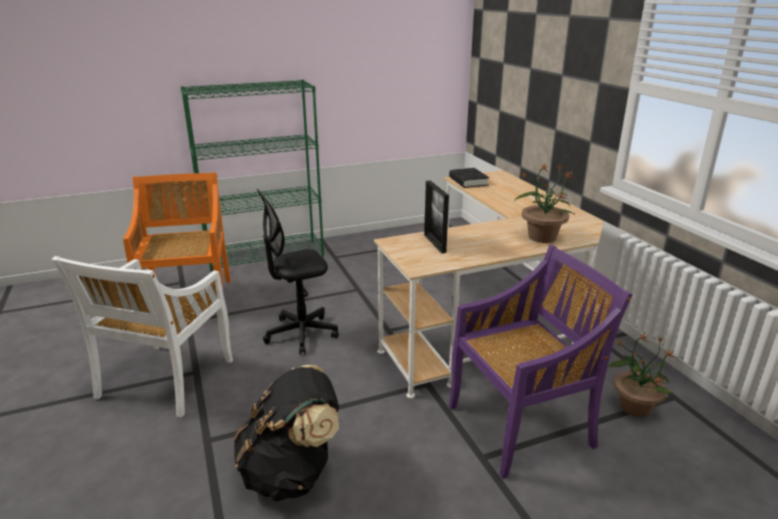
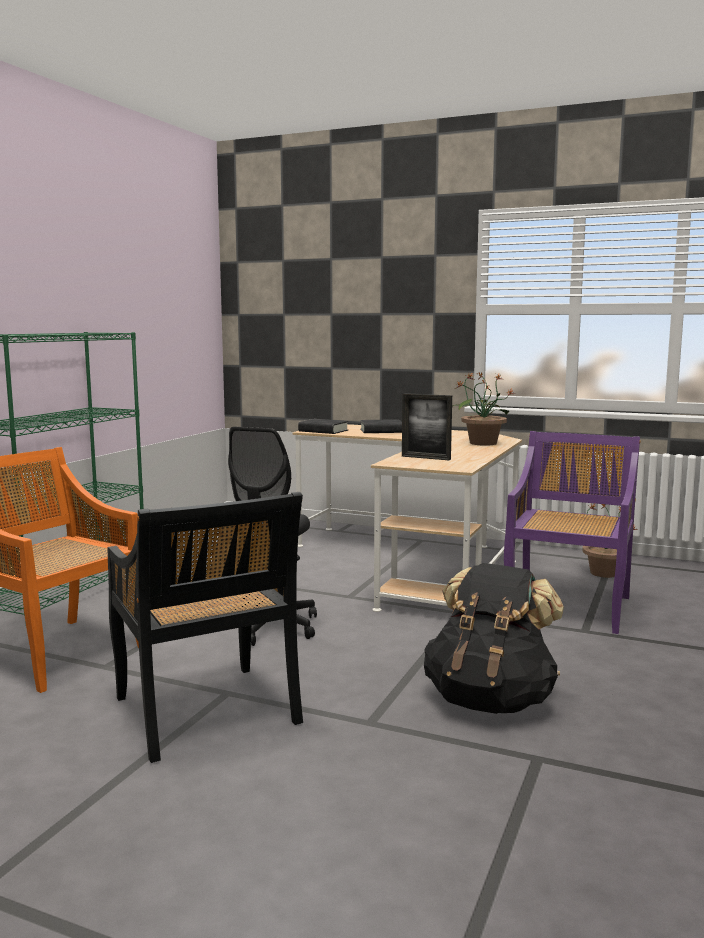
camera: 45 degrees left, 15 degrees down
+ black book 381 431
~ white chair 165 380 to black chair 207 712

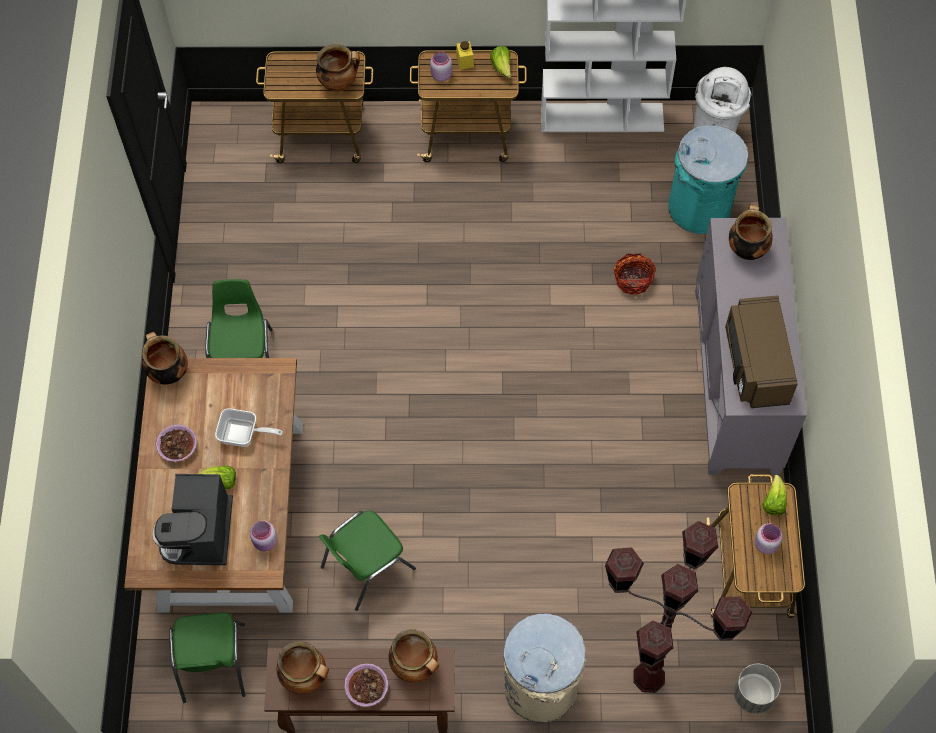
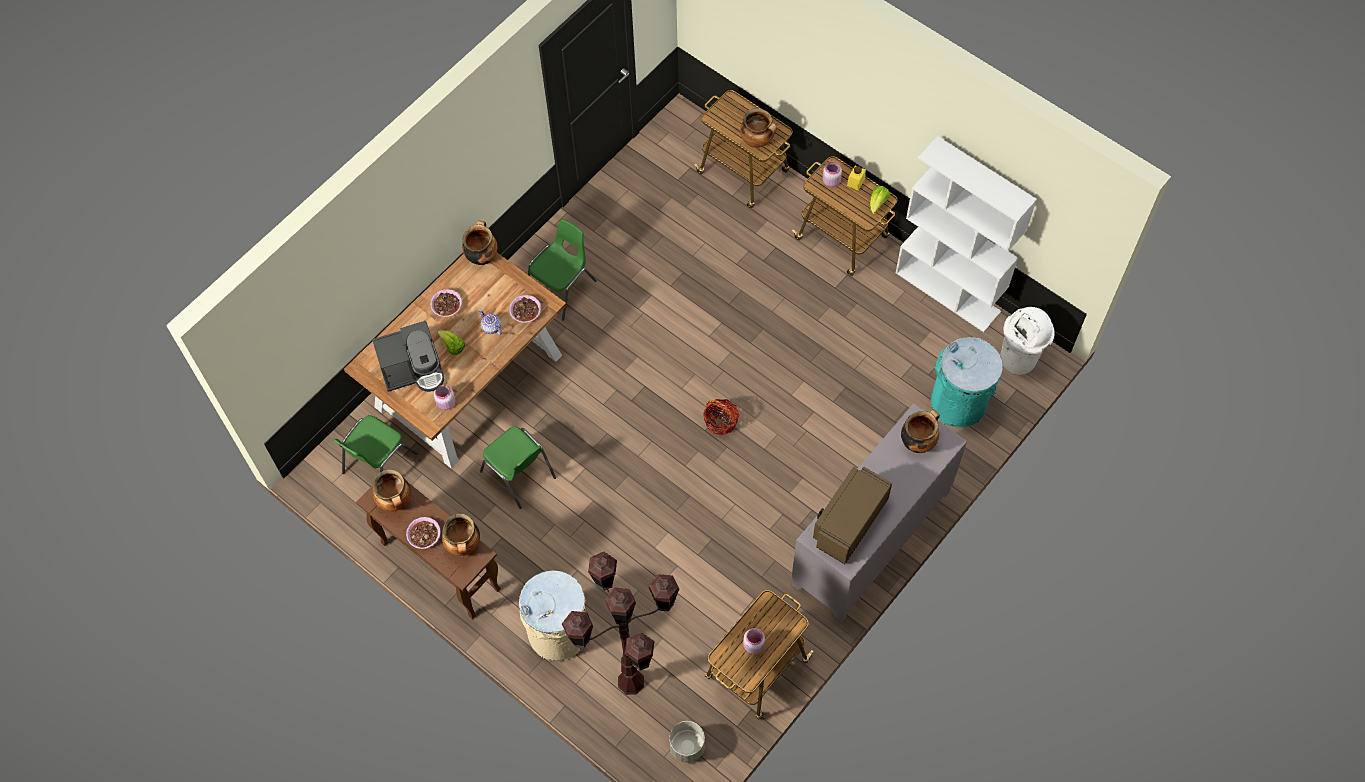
camera: 40 degrees right, 0 degrees up
- lettuce 773 502
+ bowl 525 312
~ basket 633 280 to 721 421
~ frying pan 243 435 to teapot 491 328
~ coffee machine 201 534 = 414 370 150 degrees counterclockwise
~ green chair 366 567 = 519 475 135 degrees counterclockwise

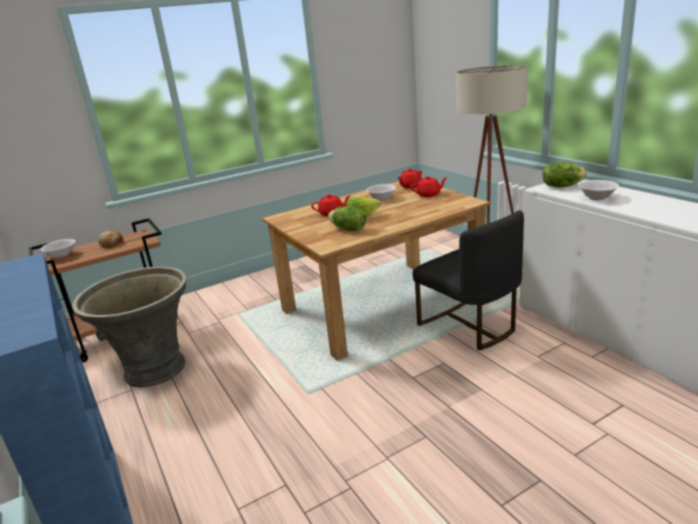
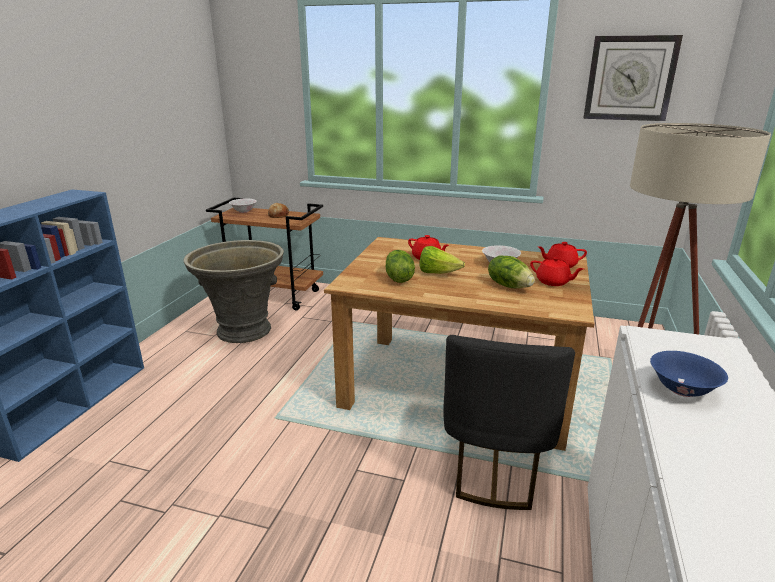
camera: 45 degrees right, 0 degrees up
+ wall clock 630 78
~ lettuce 562 186 to 509 285
~ white bowl 597 198 to blue bowl 682 389

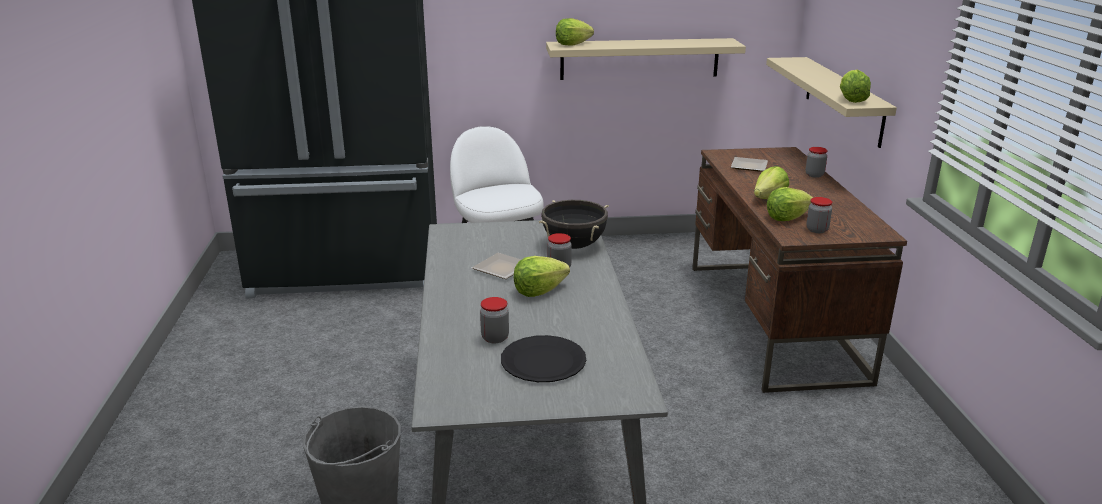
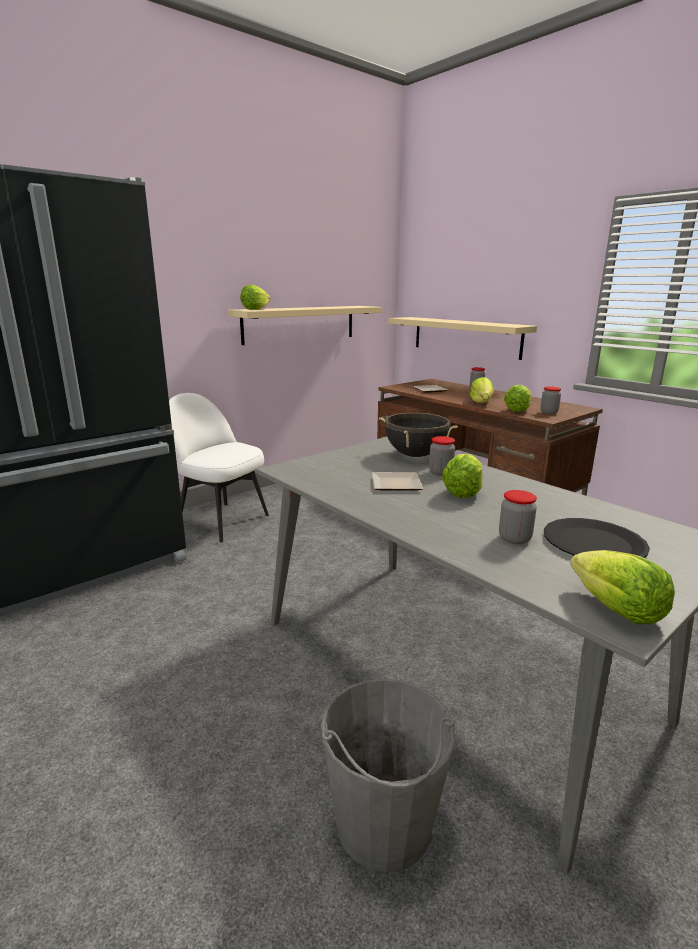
camera: 35 degrees left, 5 degrees down
~ lettuce 851 99 to 616 609

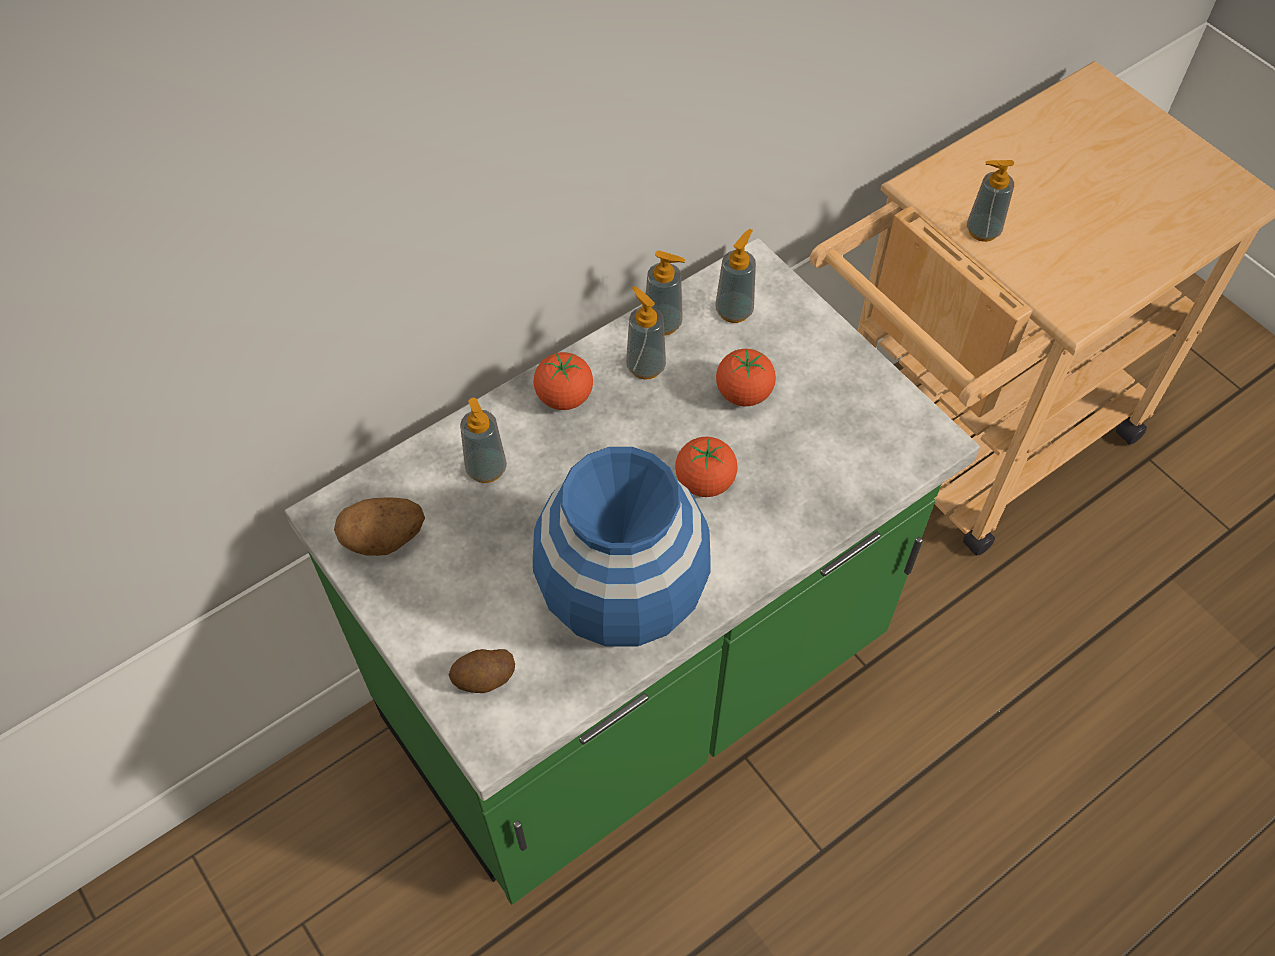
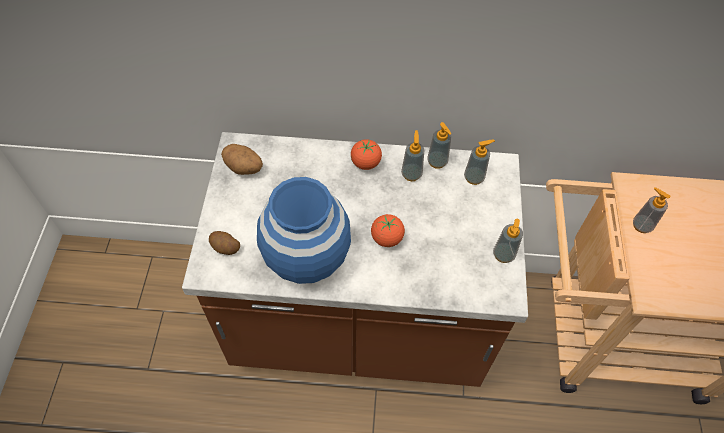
camera: 40 degrees right, 0 degrees up
- tomato 743 393
~ soap dispenser 486 469 to 503 255
~ green counter 637 689 to brown counter 358 326

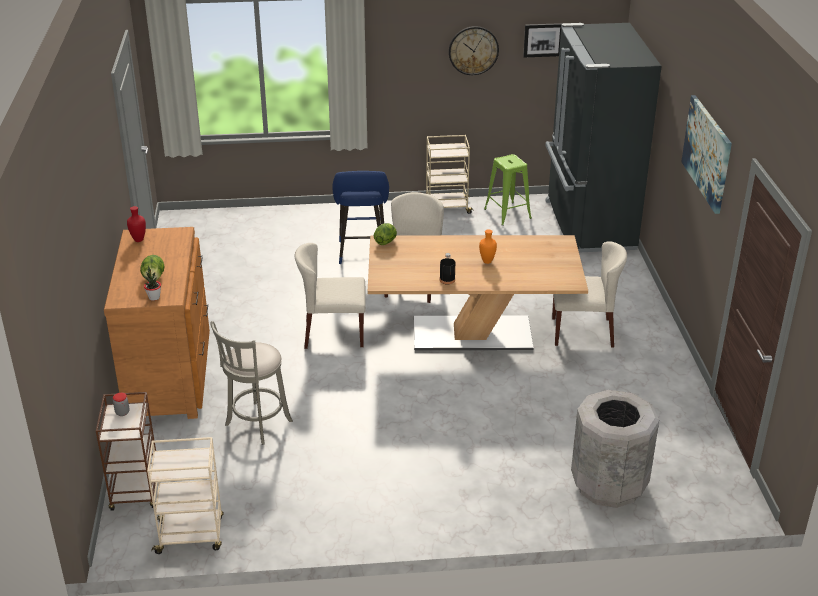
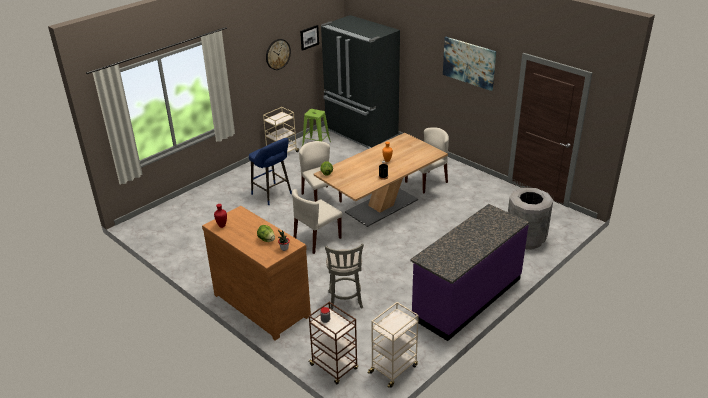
camera: 40 degrees left, 0 degrees up
+ purple counter 466 298

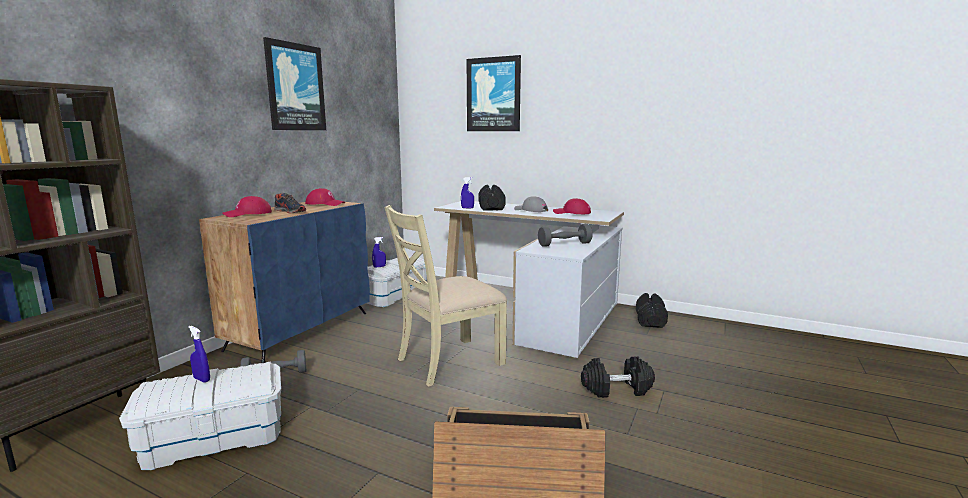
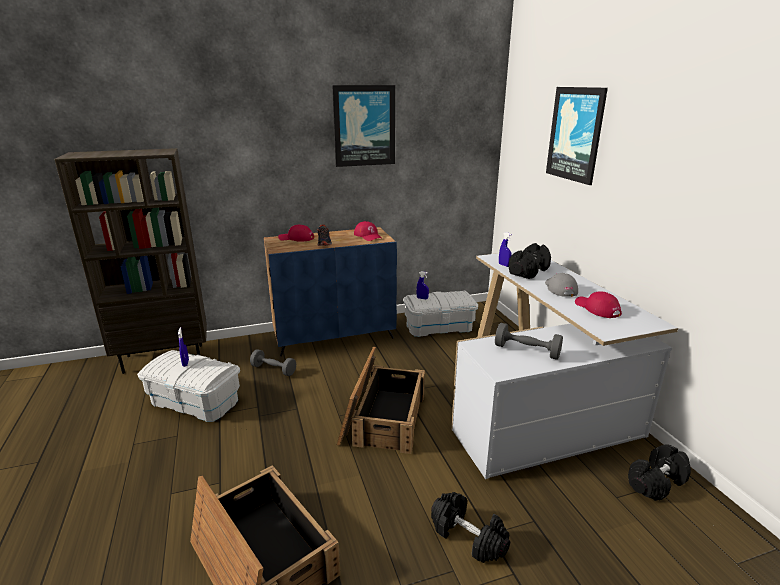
camera: 45 degrees right, 10 degrees up
~ beige chair 449 361 to crate 382 417

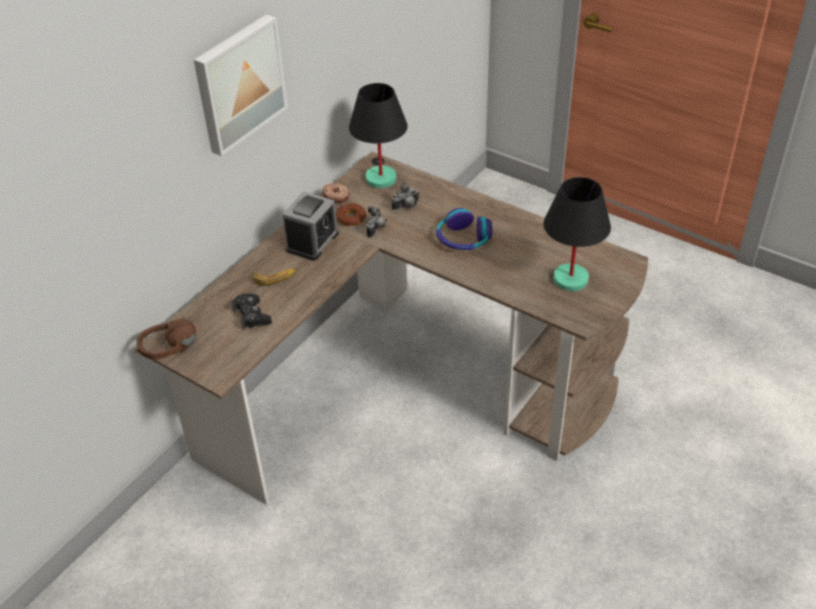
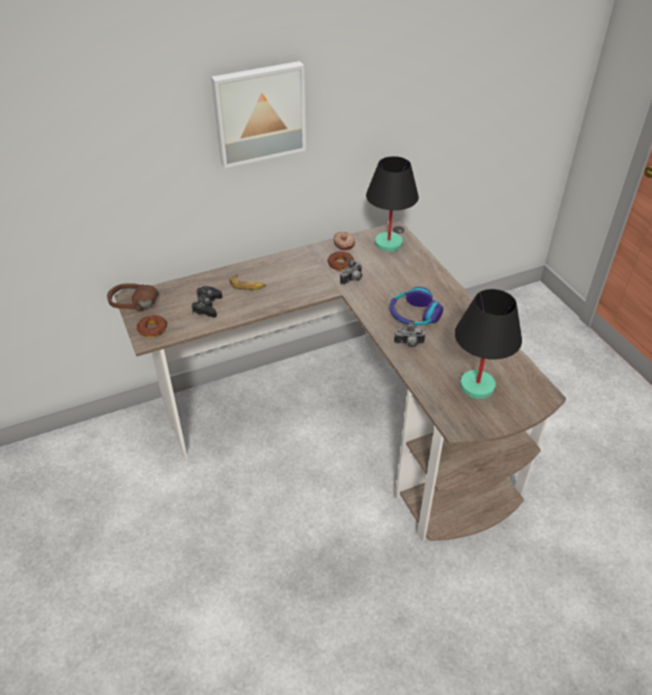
camera: 30 degrees right, 0 degrees up
- alarm clock 312 241
+ donut 152 329
~ photo camera 406 207 to 409 344

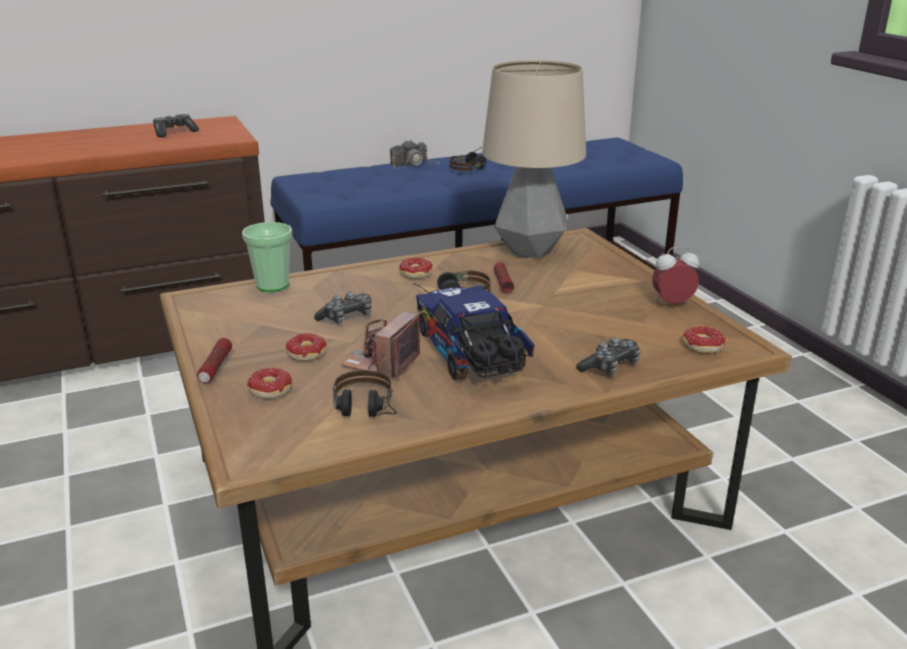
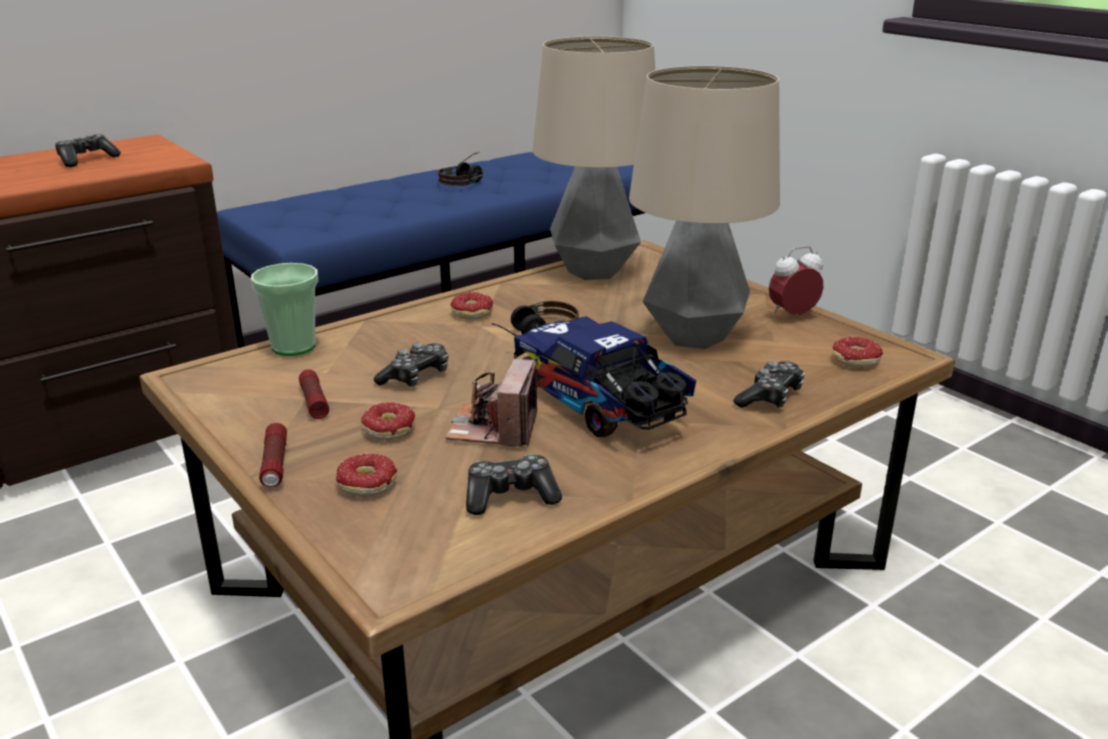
camera: 15 degrees left, 0 degrees up
- photo camera 415 164
+ table lamp 693 337
~ flashlight 503 283 to 314 402
~ headphones 365 413 to game controller 510 496

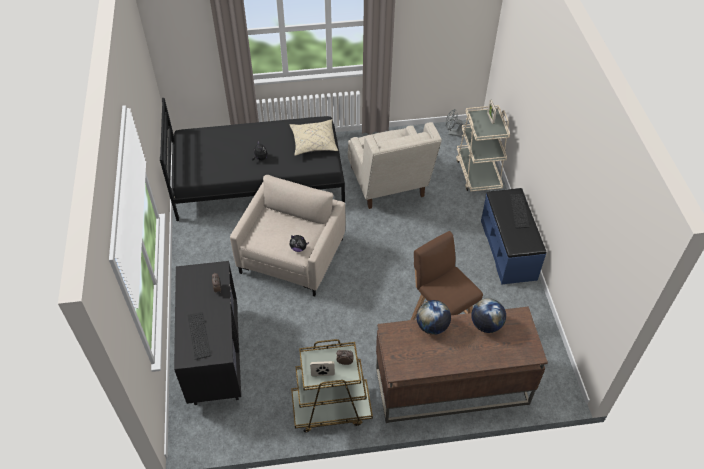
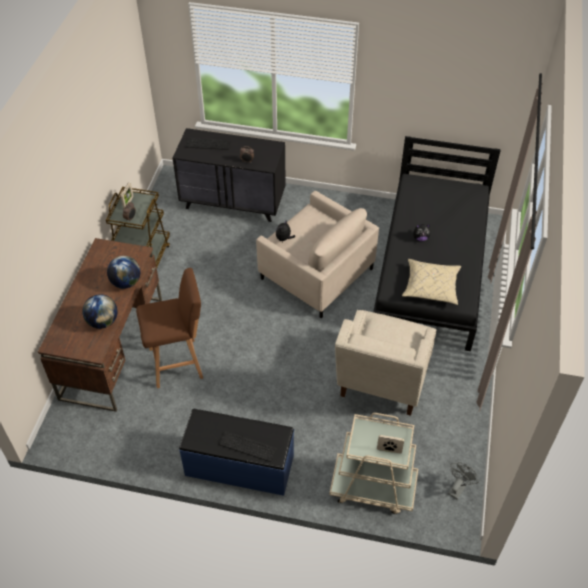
camera: 110 degrees right, 0 degrees up
~ beige armchair 389 186 = 382 383 75 degrees counterclockwise

